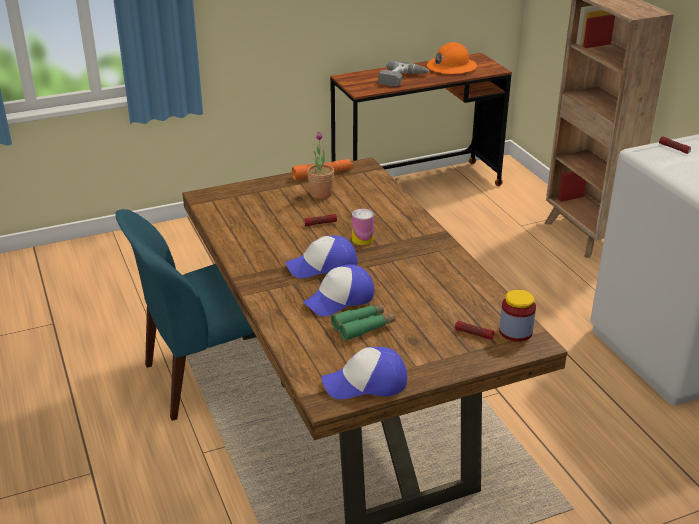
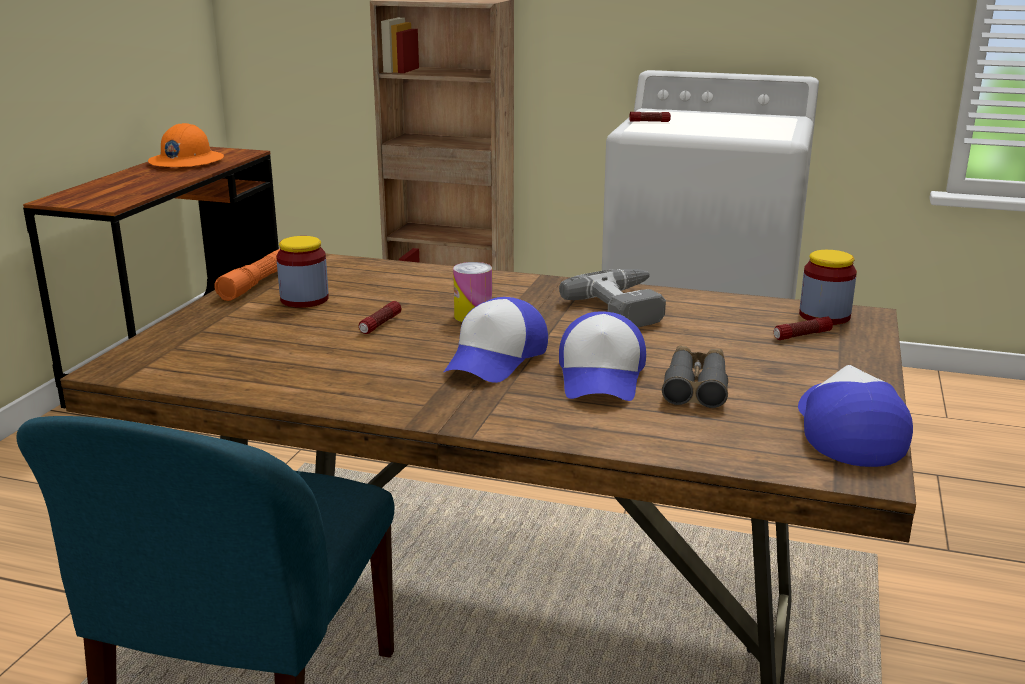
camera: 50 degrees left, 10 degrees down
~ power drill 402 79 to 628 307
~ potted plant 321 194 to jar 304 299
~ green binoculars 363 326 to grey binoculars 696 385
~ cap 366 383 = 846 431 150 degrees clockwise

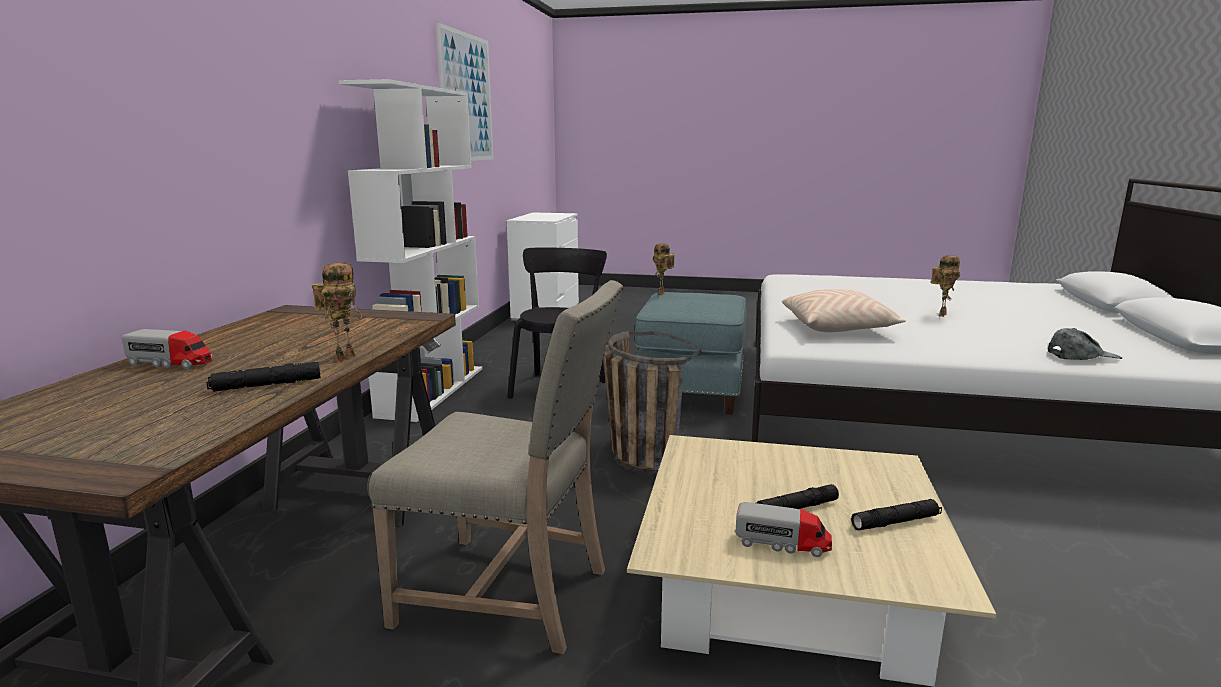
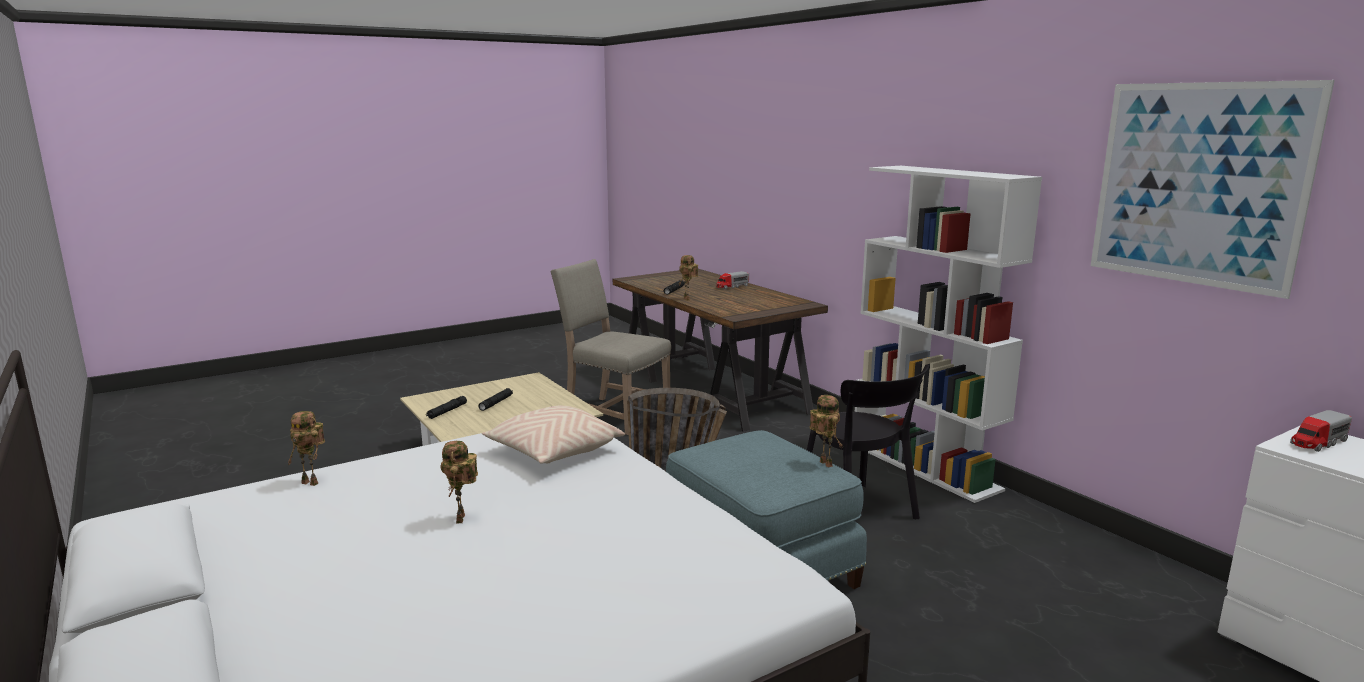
camera: 135 degrees right, 0 degrees up
~ toy truck 782 544 to 1318 442
~ grey cap 1082 356 to toy robot 312 482
~ beige chair 510 594 = 613 414 60 degrees clockwise

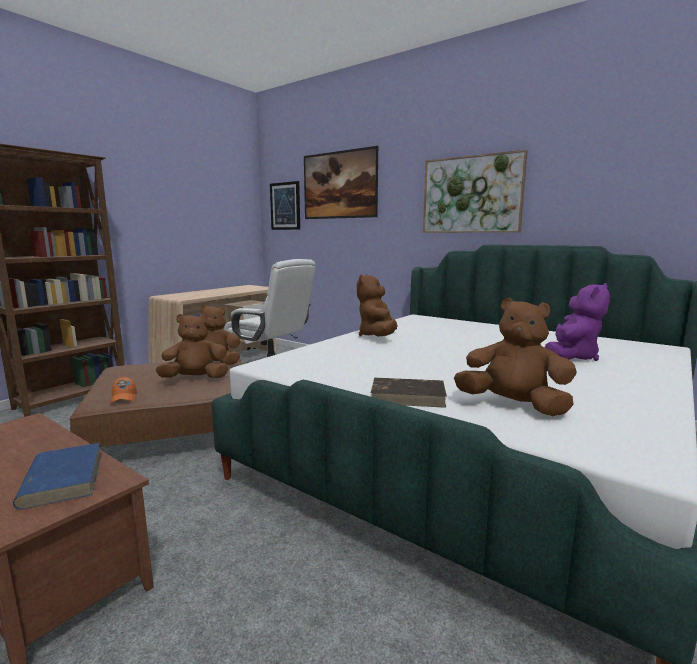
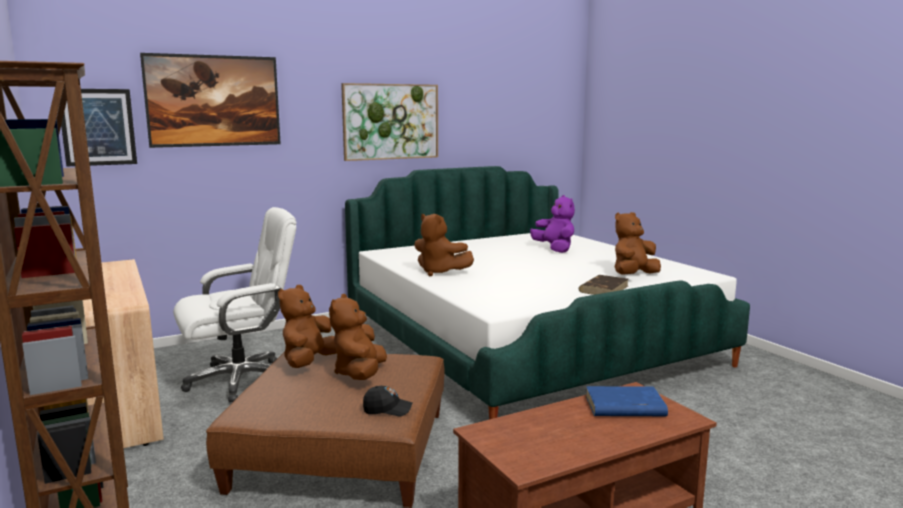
camera: 65 degrees left, 0 degrees up
~ orange cap 124 398 to black cap 387 410

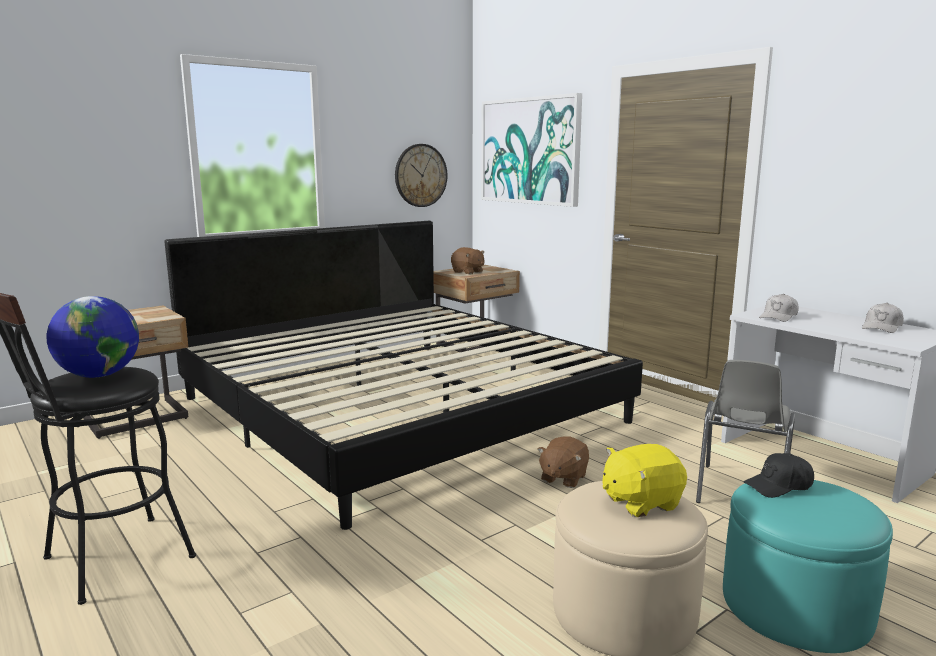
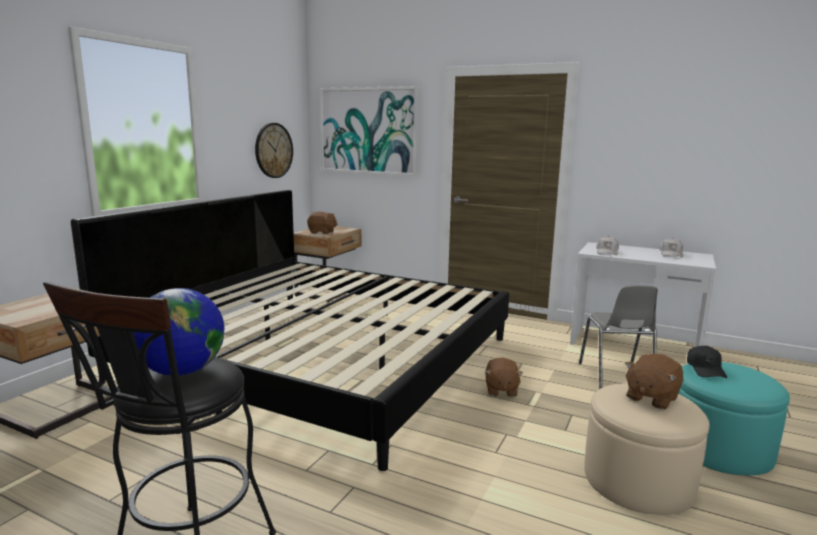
camera: 25 degrees left, 0 degrees up
~ yellow plush toy 640 502 to brown plush toy 651 398
~ black cap 779 486 = 705 369 45 degrees counterclockwise

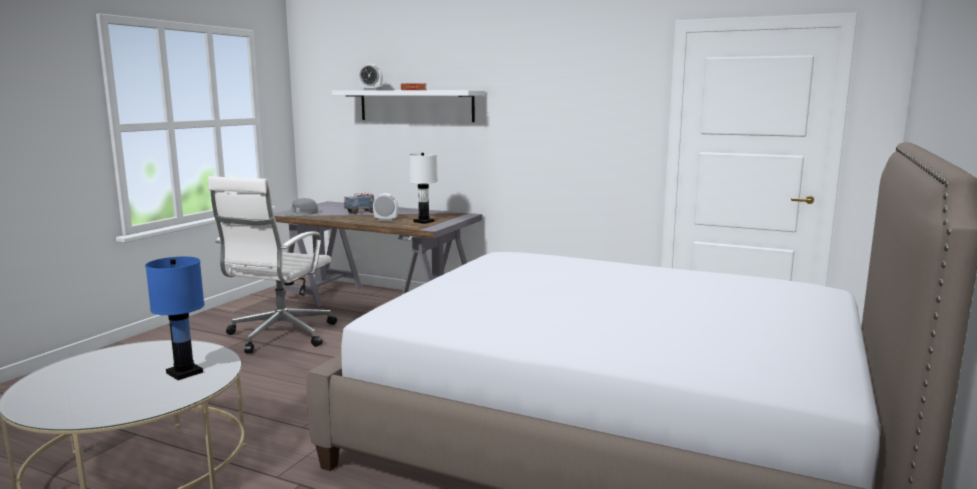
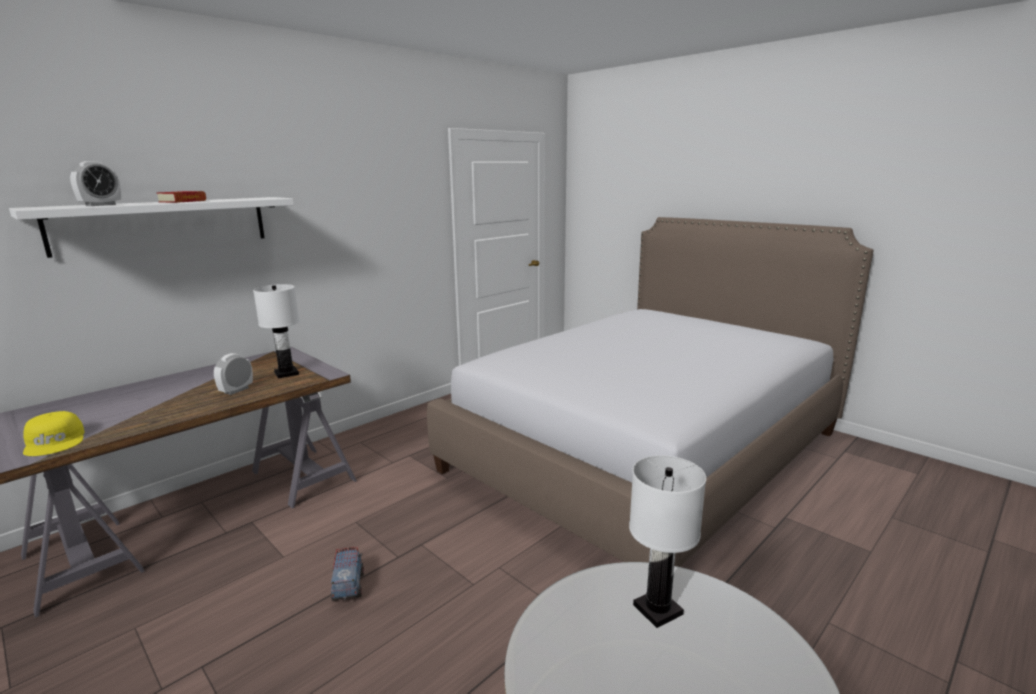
camera: 70 degrees left, 5 degrees up
- white office chair 279 336
~ toy truck 361 212 to 348 587
~ blue table lamp 184 373 to white table lamp 657 610
~ grey cap 302 213 to yellow cap 56 441

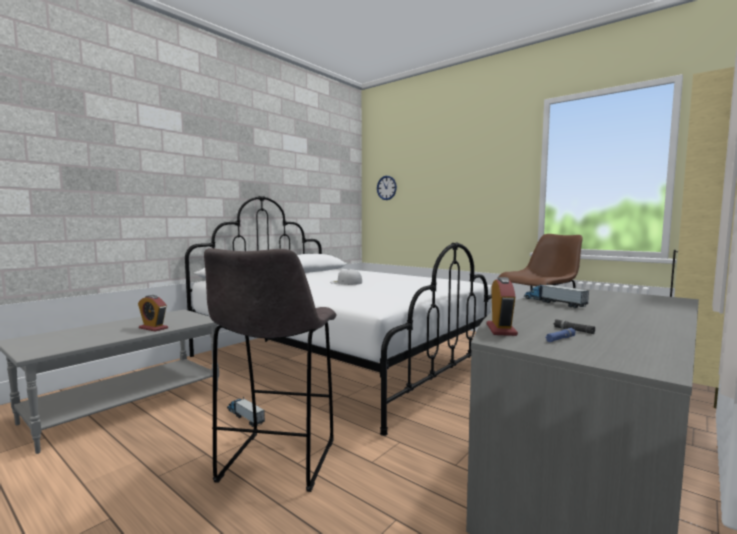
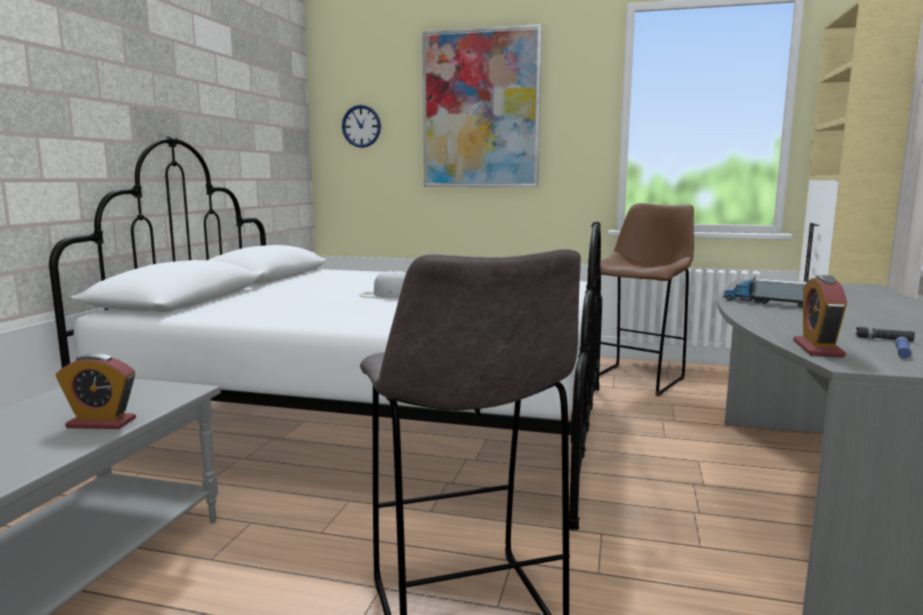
camera: 25 degrees left, 5 degrees up
- toy truck 245 417
+ picture 480 109
~ alarm clock 501 330 = 817 349 150 degrees counterclockwise

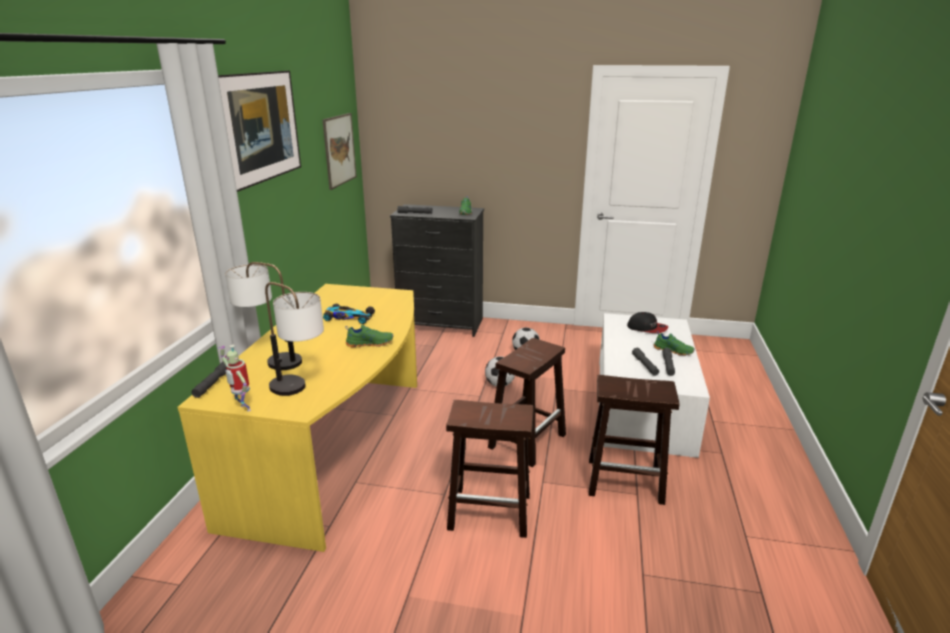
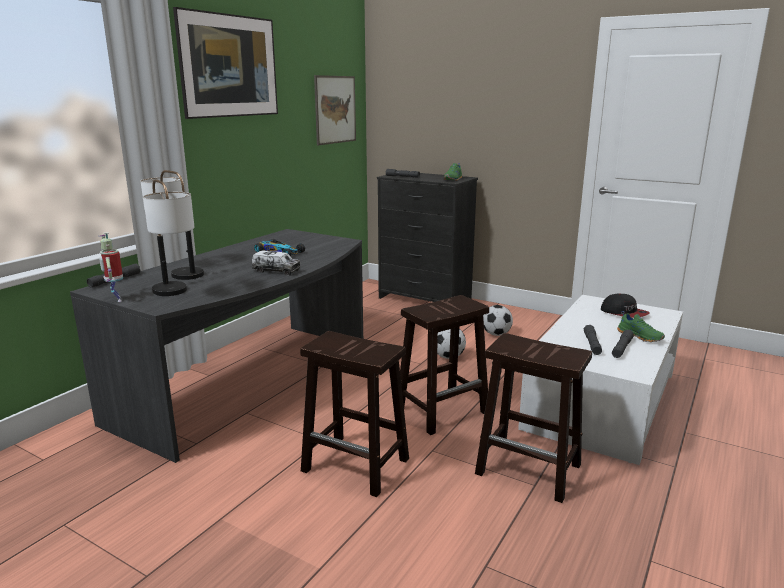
camera: 20 degrees right, 5 degrees down
~ green shoe 370 343 to toy truck 276 271
~ yellow desk 339 447 to grey desk 253 382

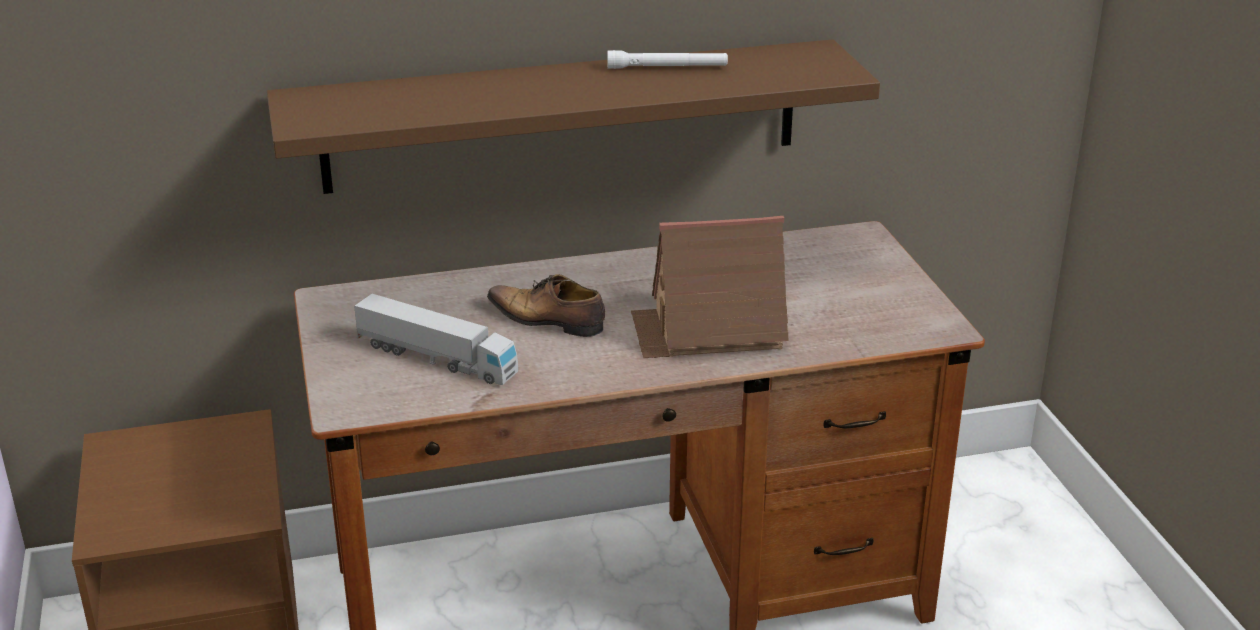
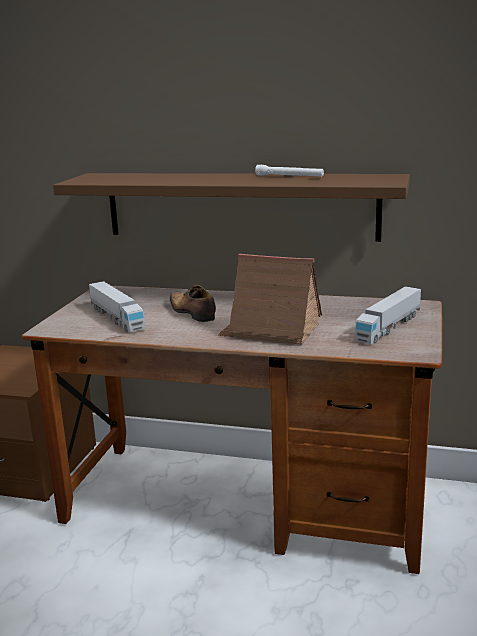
camera: 30 degrees right, 10 degrees down
+ toy truck 388 327

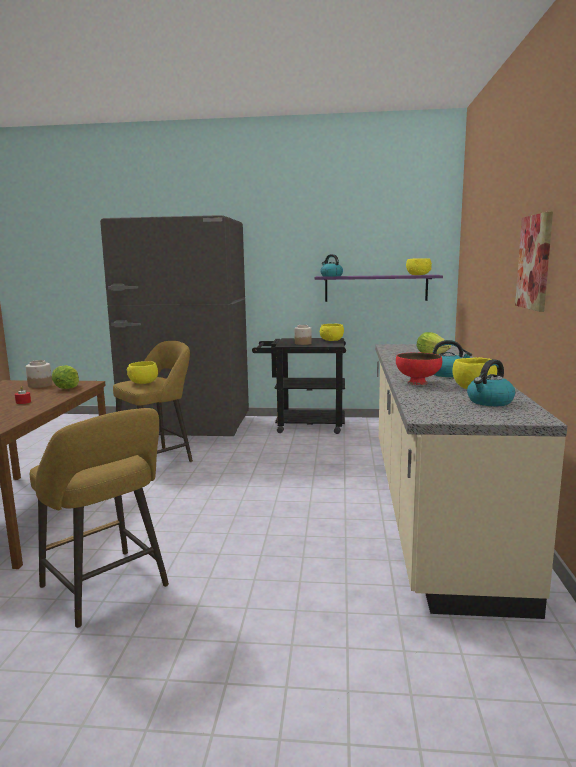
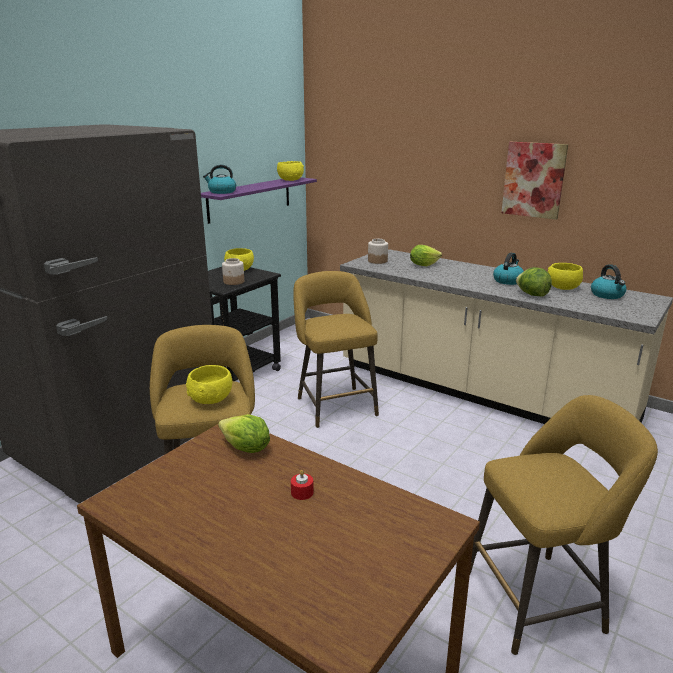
camera: 60 degrees left, 10 degrees up
+ yellow stool 335 405
~ jar 40 385 to 377 261
~ red bowl 417 383 to lettuce 532 295

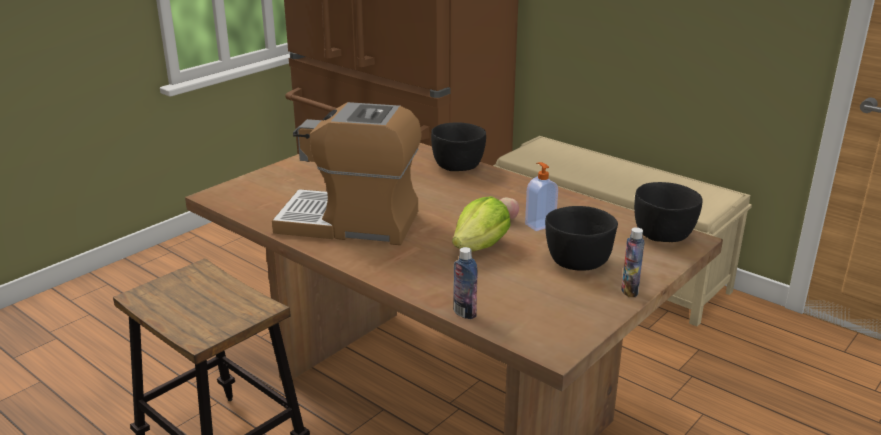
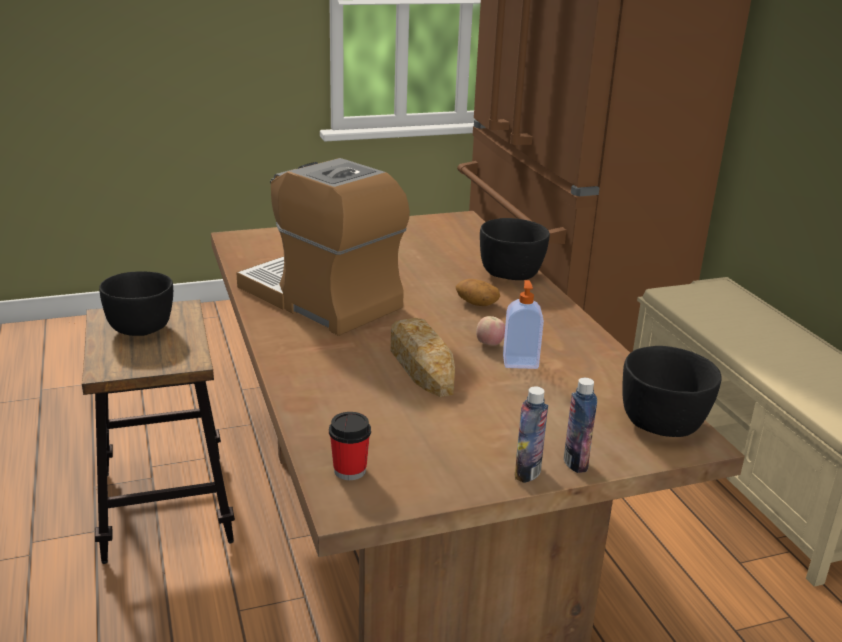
camera: 30 degrees right, 0 degrees up
+ cup 350 470
+ potato 476 303
~ bottle 464 313 to 575 462
~ black bowl 577 262 to 141 328
~ lettuce 481 246 to bread 421 364

